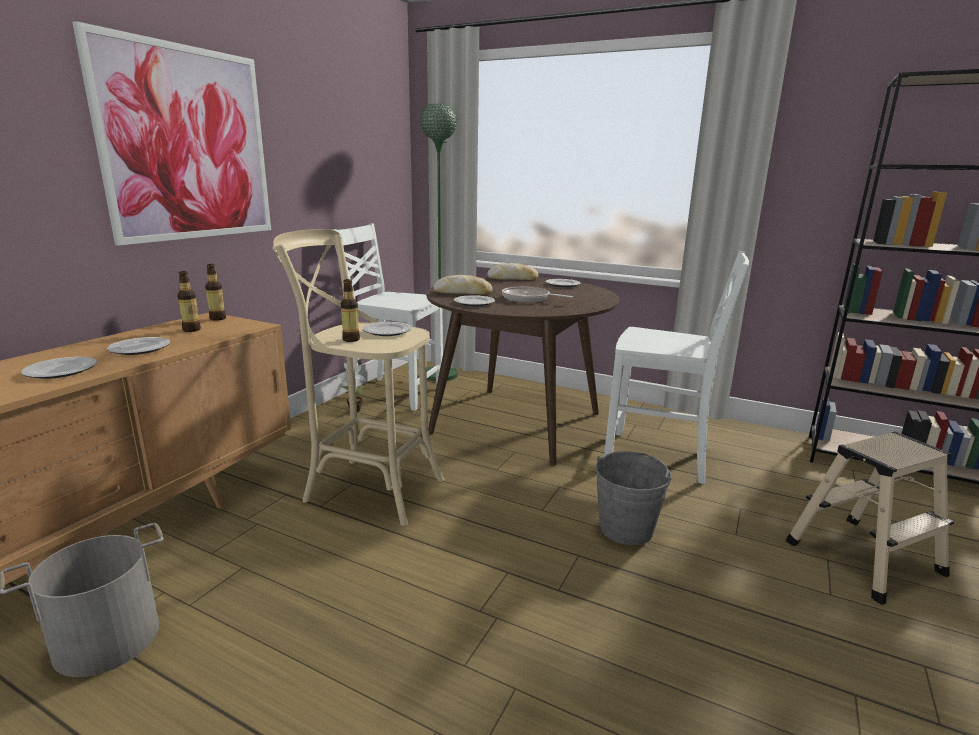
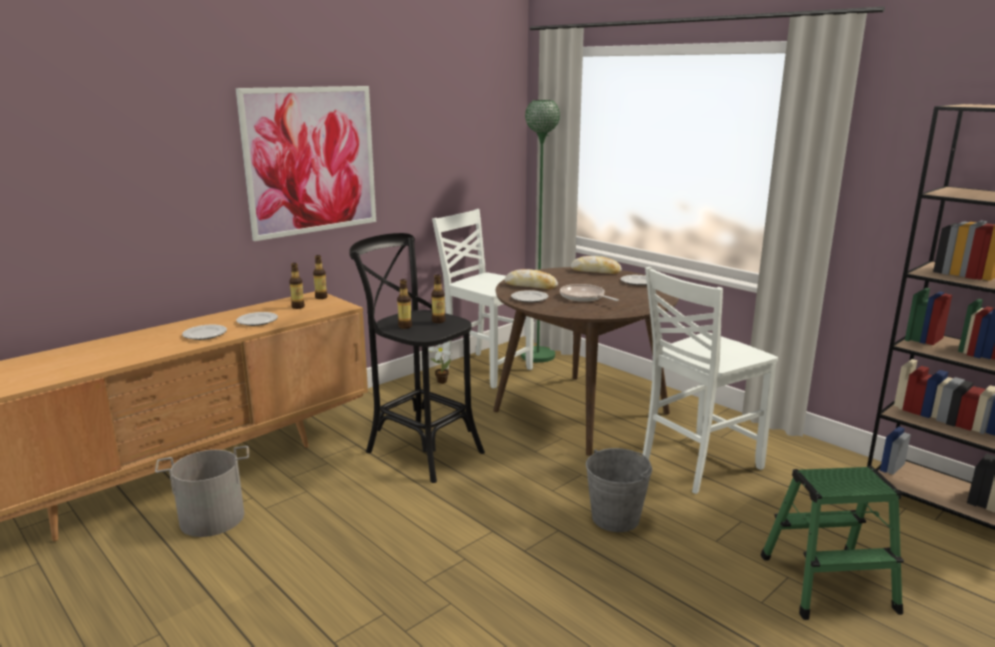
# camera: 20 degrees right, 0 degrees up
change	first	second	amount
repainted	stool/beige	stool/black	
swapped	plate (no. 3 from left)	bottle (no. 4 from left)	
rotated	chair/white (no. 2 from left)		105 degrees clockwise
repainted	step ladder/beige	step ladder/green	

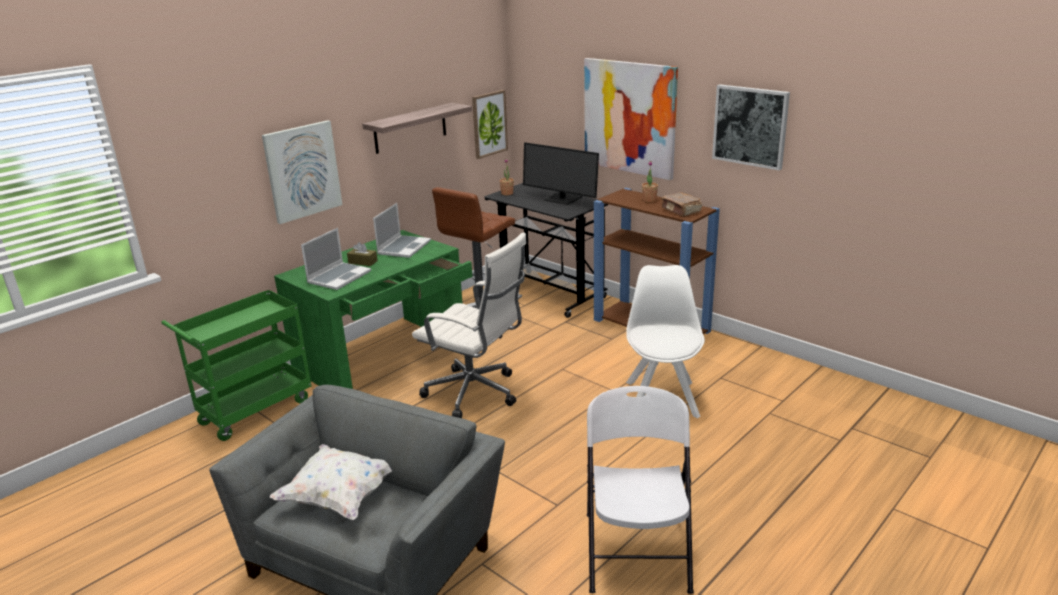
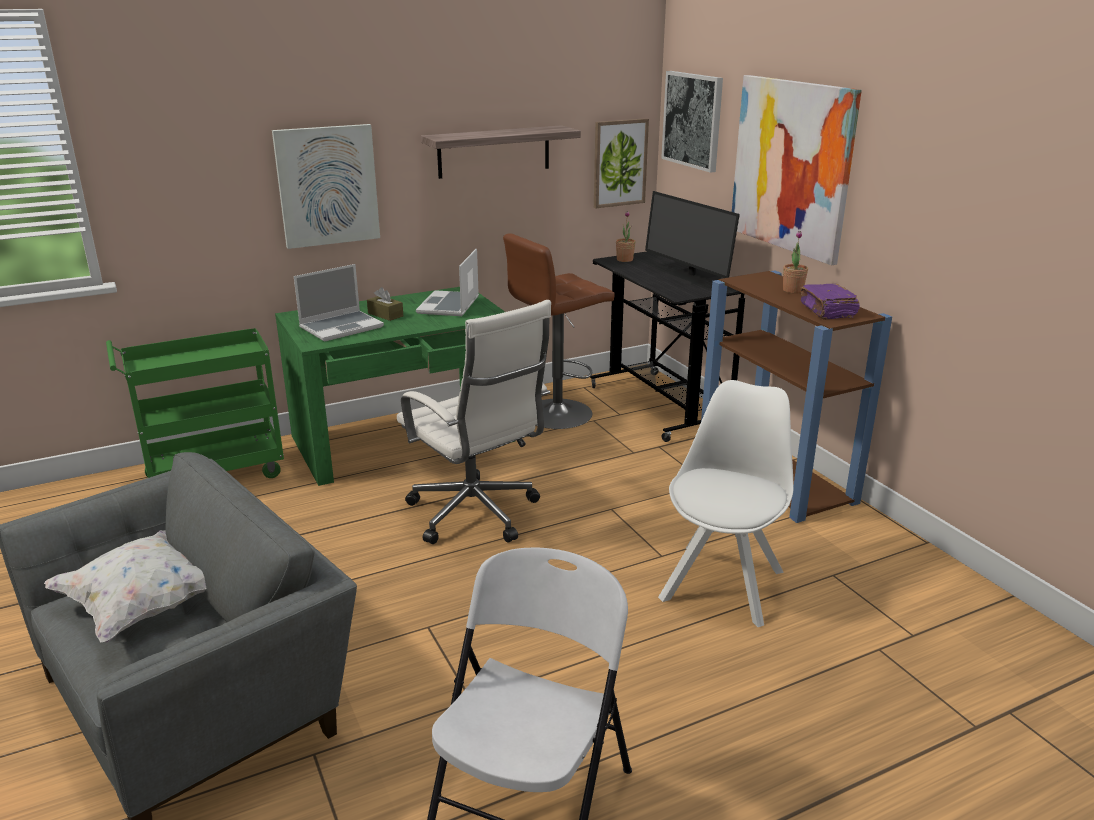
# camera: 20 degrees right, 0 degrees up
change	first	second	amount
rotated	laptop (no. 2 from left)		150 degrees clockwise
shifted	picture (no. 4 from left in the first image)	picture (no. 3 from left)	
repainted	book/brown	book/purple	

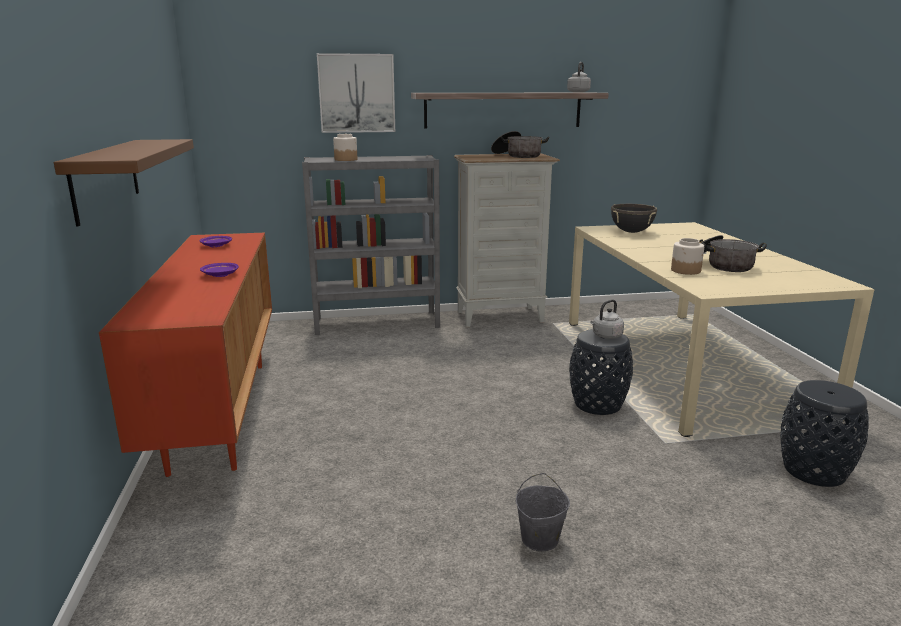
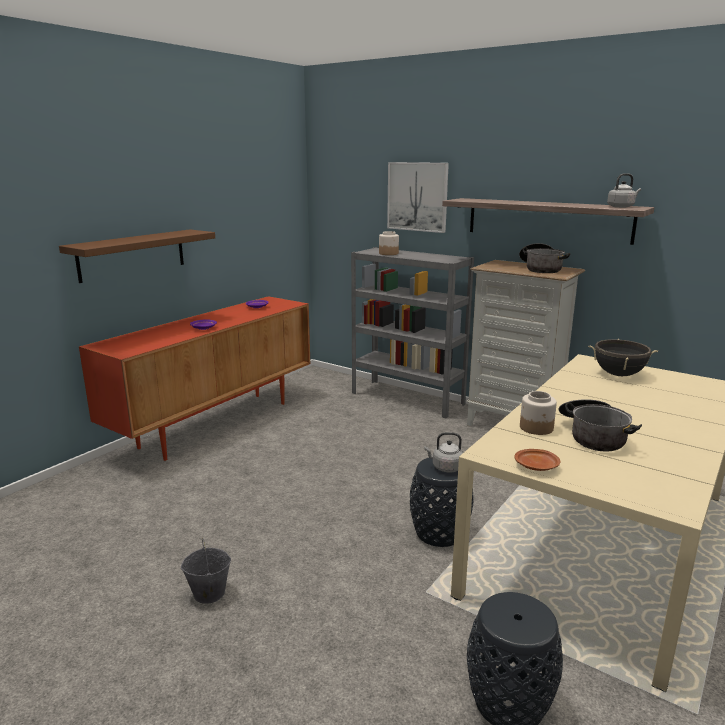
# camera: 45 degrees right, 0 degrees up
change	first	second	amount
new		plate/brown	

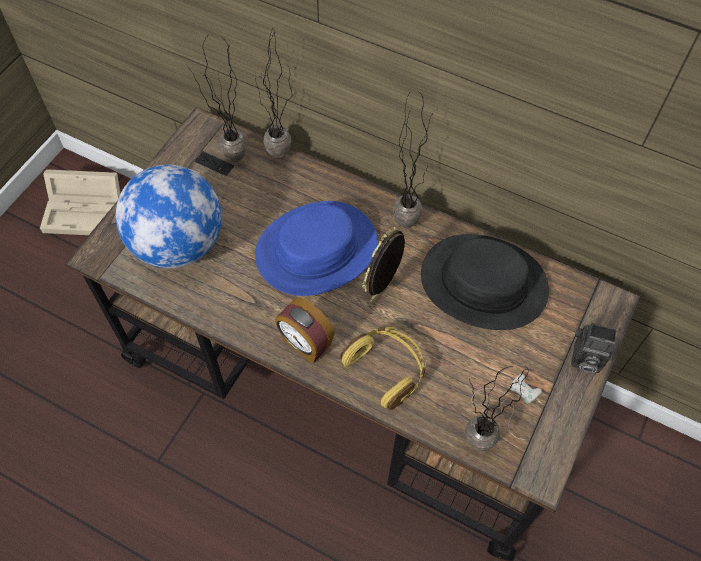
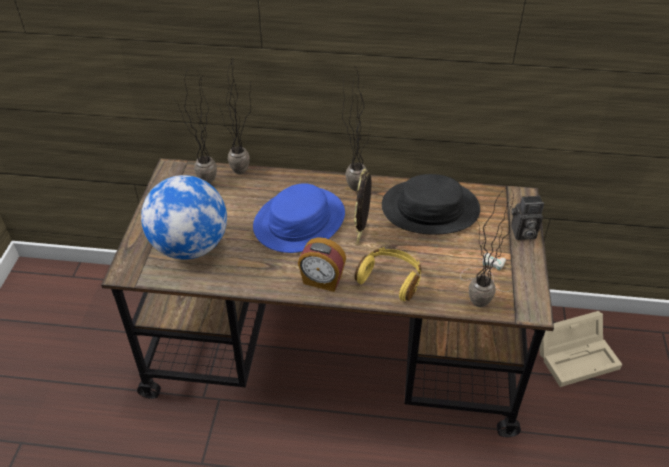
# camera: 20 degrees left, 15 degrees down
change	first	second	amount
shifted	storage box/beige		

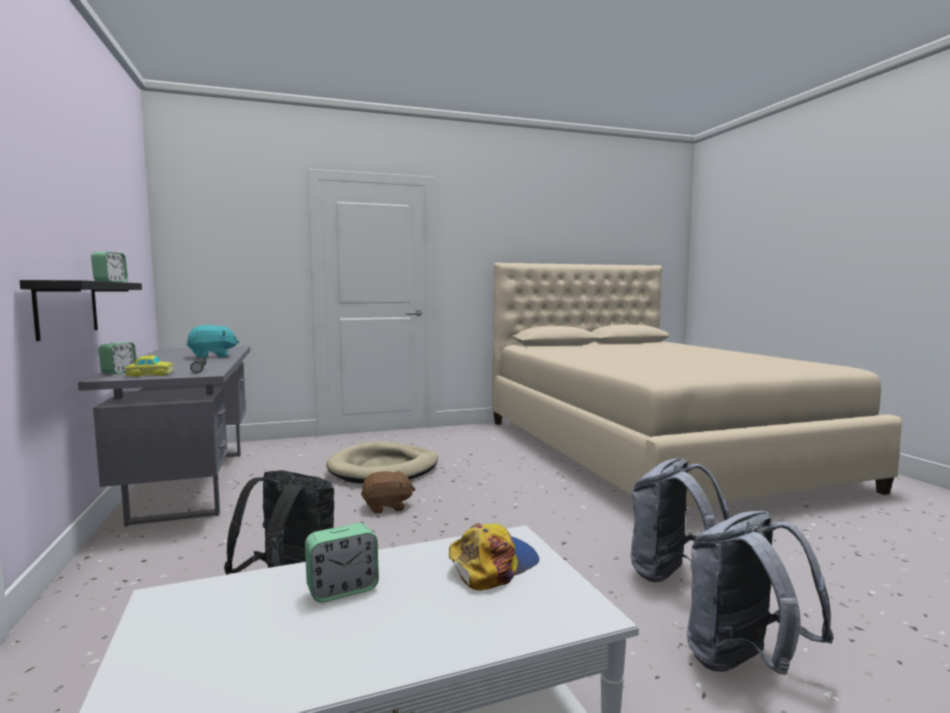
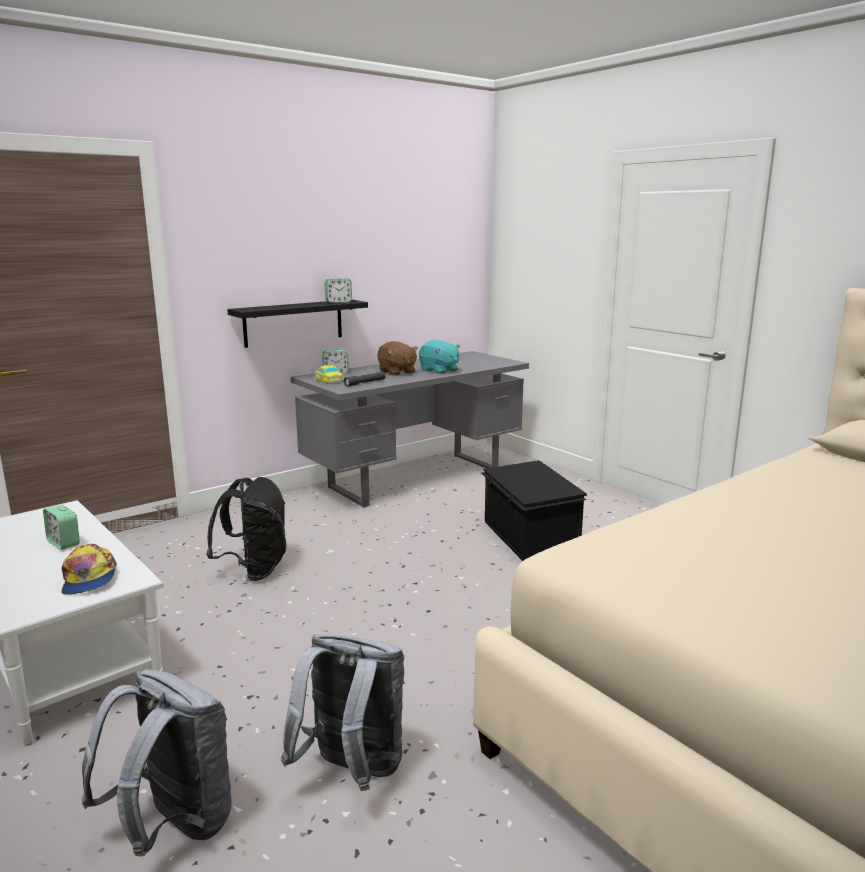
# camera: 70 degrees right, 10 degrees up
change	first	second	amount
rotated	cap		45 degrees clockwise
shifted	plush toy/brown		
swapped	dog bed/beige	storage box/black	

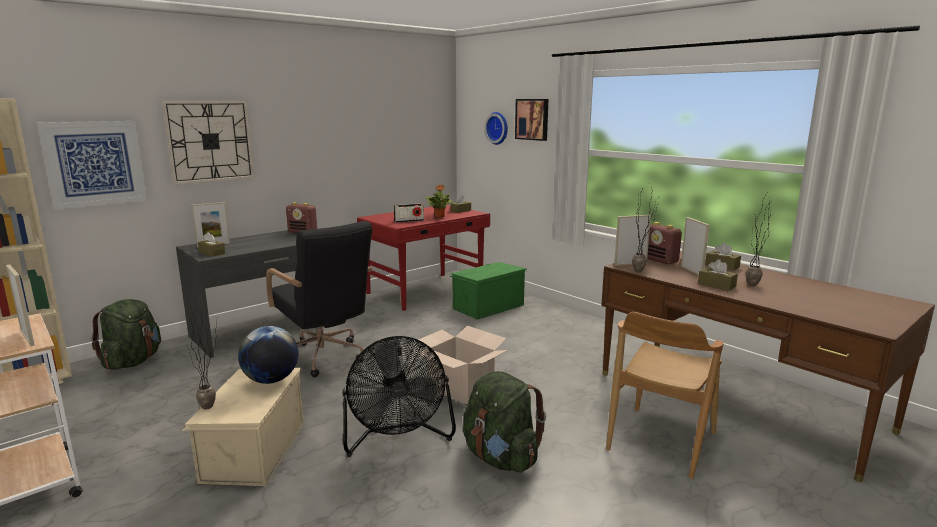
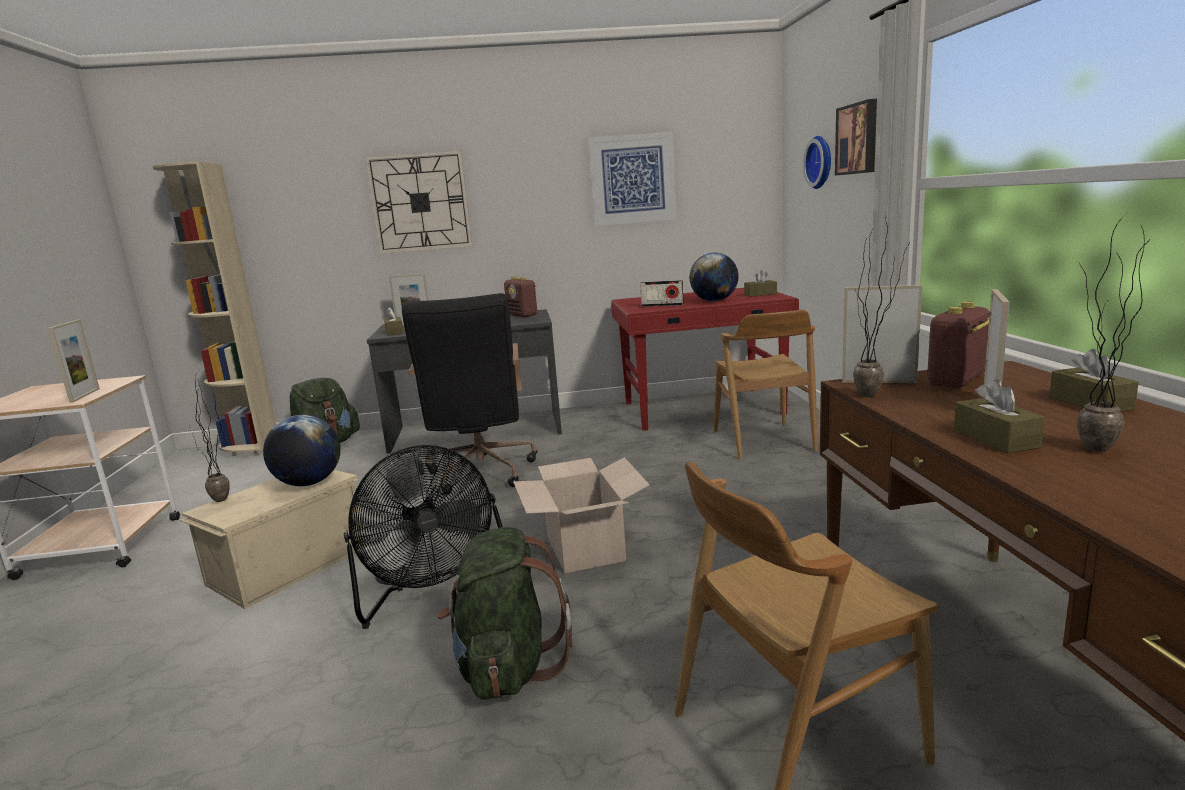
# camera: 35 degrees right, 0 degrees up
change	first	second	amount
rotated	fan/black		45 degrees counterclockwise
shifted	picture (no. 1 from left)		
swapped	potted plant (no. 2 from left)	globe (no. 2 from left)	
swapped	storage box/green	chair/brown (no. 1 from left)	
rotated	radio (no. 3 from left)		45 degrees clockwise

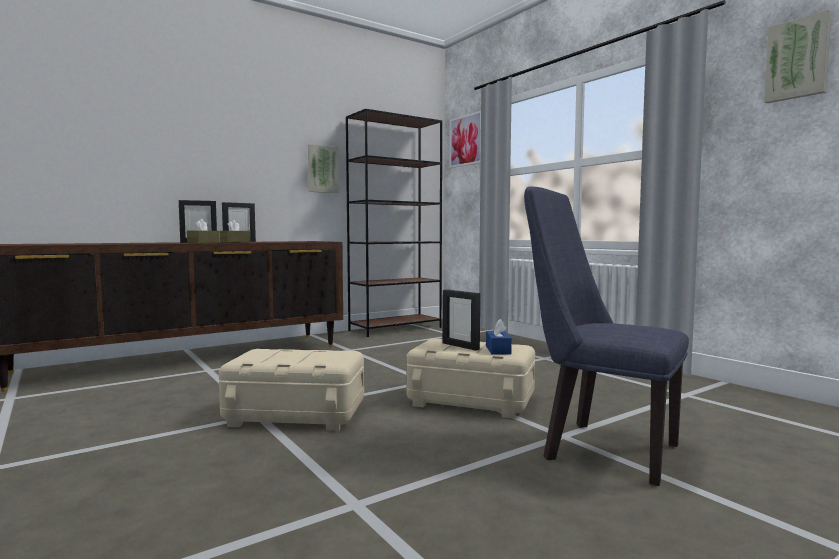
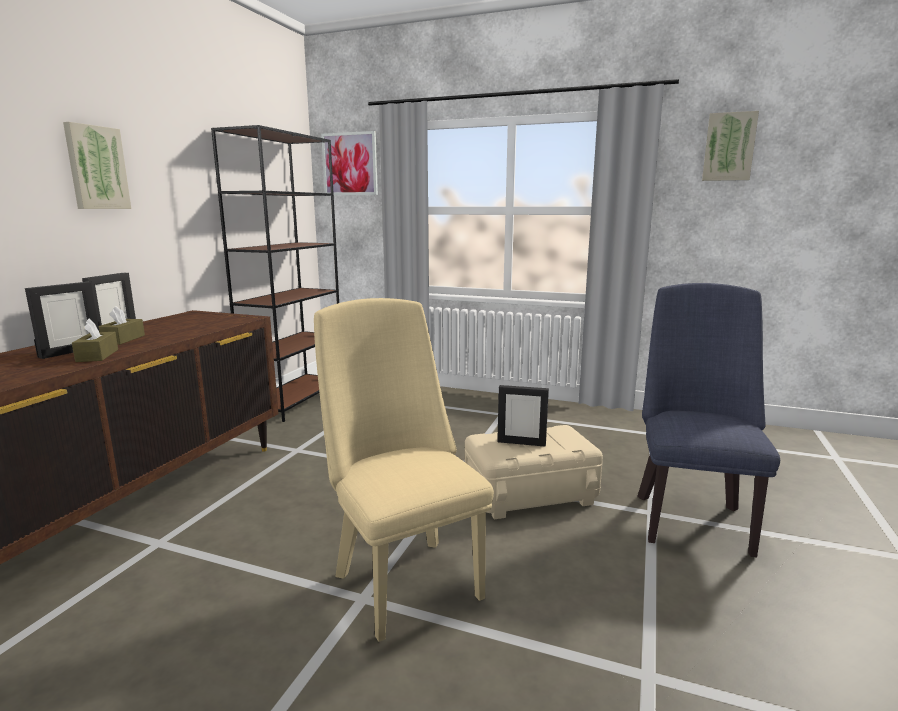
# camera: 35 degrees left, 10 degrees up
change	first	second	amount
shifted	picture (no. 1 from left)		
swapped	storage box/beige (no. 1 from left)	chair/beige	
rotated	chair/blue		105 degrees clockwise
gone	tissue box/blue		

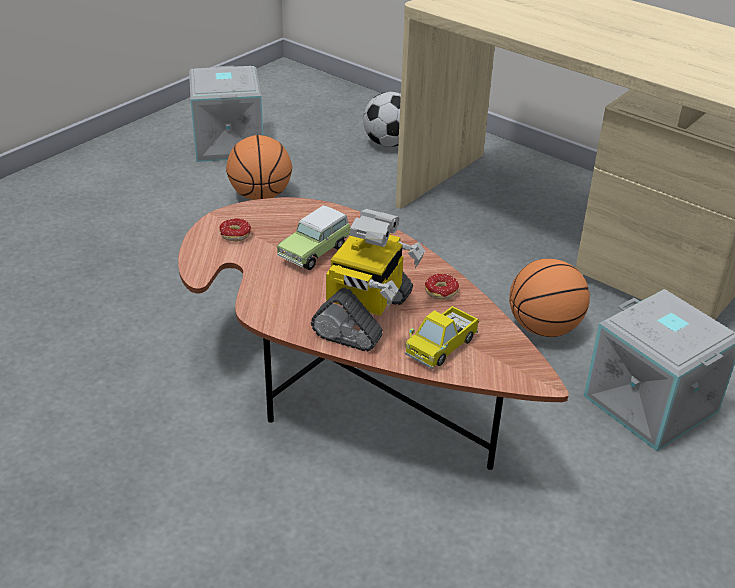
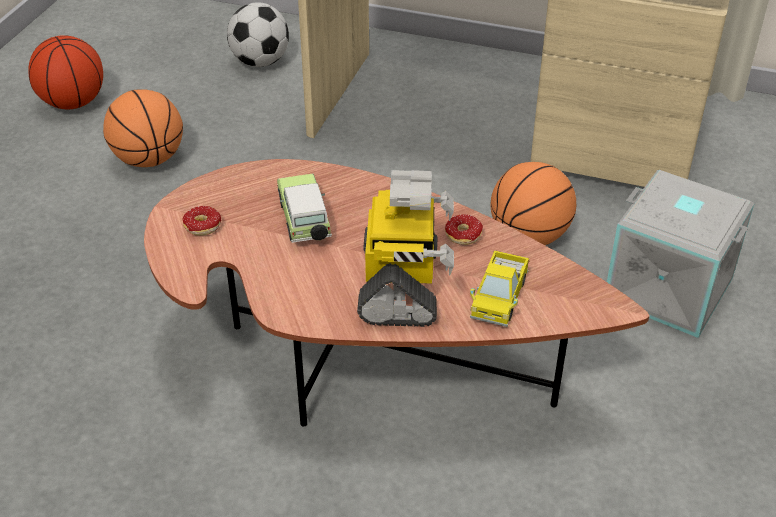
# camera: 20 degrees left, 5 degrees up
change	first	second	amount
swapped	storage box/grey (no. 1 from left)	basketball (no. 1 from left)	
rotated	toy car		150 degrees clockwise

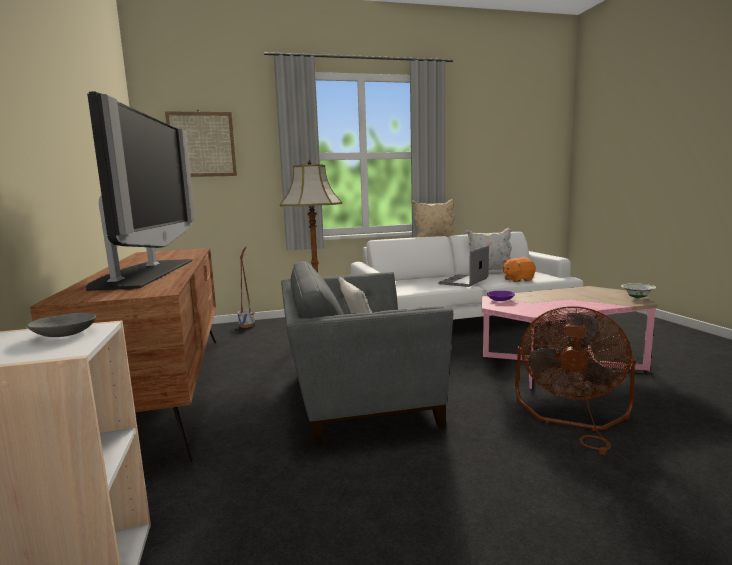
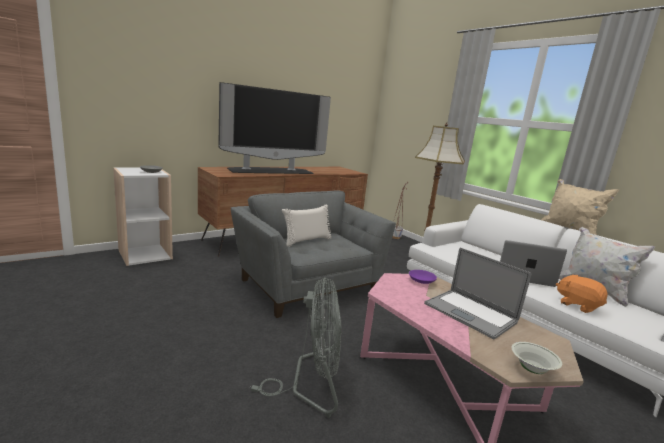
# camera: 65 degrees right, 5 degrees up
change	first	second	amount
repainted	fan/brown	fan/grey	
new		laptop (no. 1 from left)	
gone	picture		

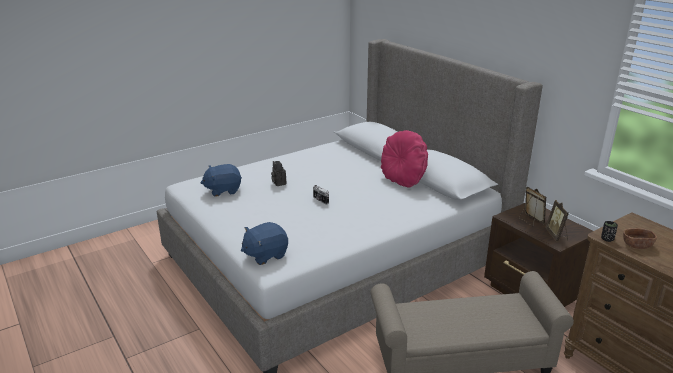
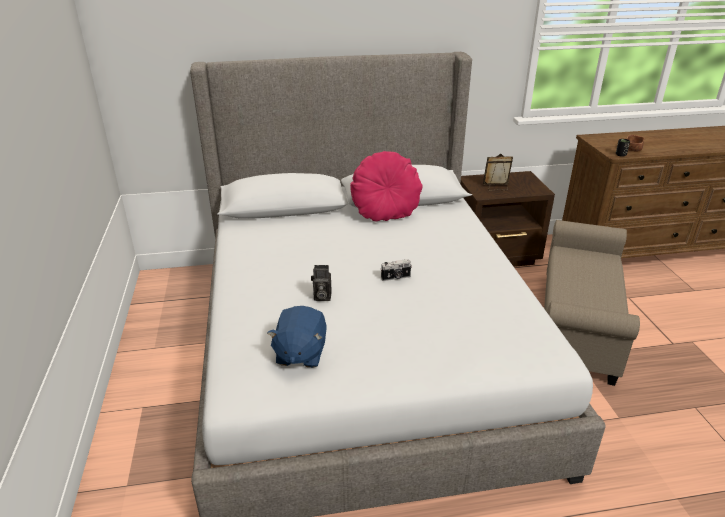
# camera: 65 degrees left, 5 degrees up
change	first	second	amount
gone	plush toy/blue (no. 2 from left)		
gone	picture frame (no. 2 from left)		

